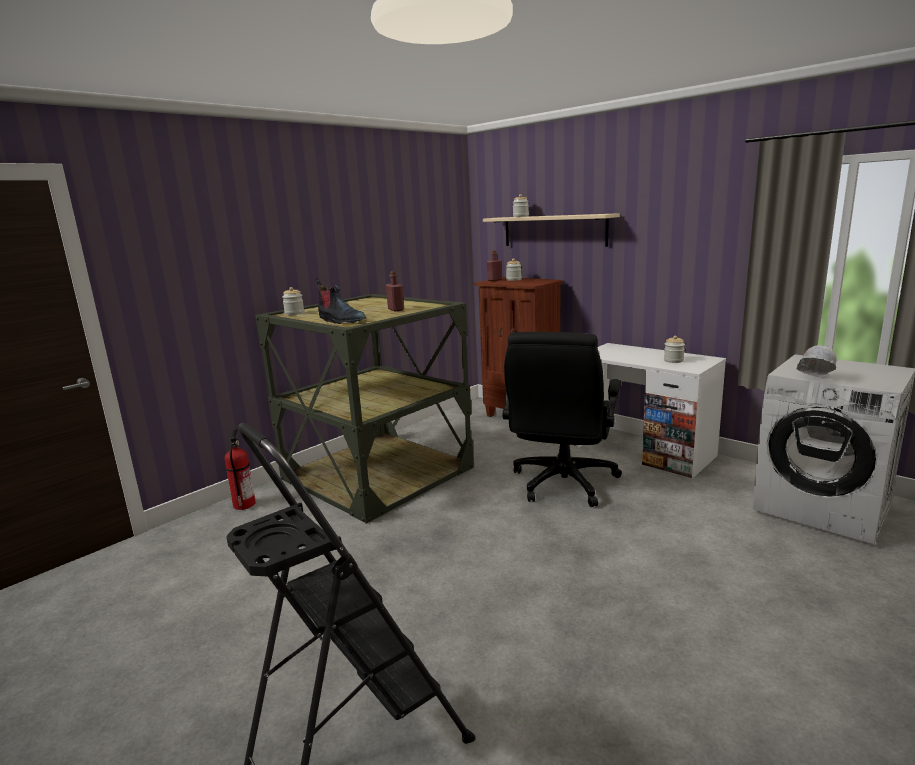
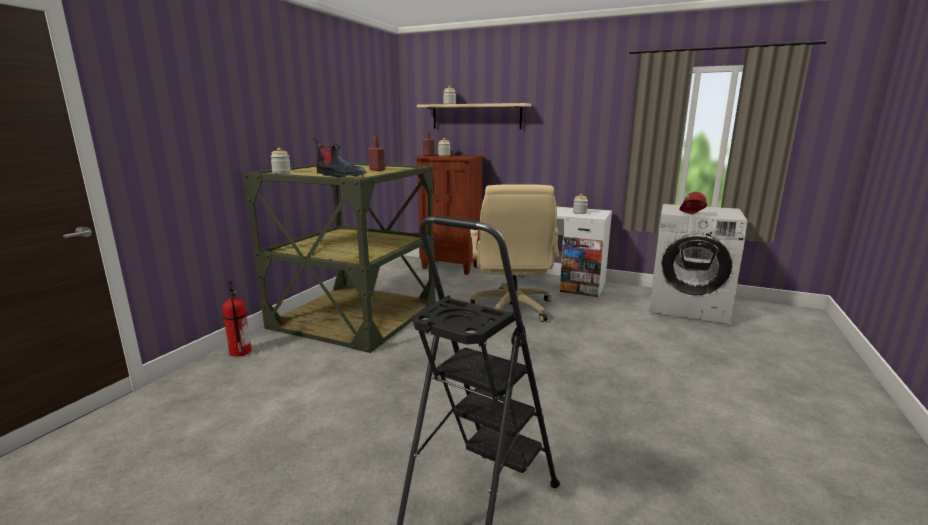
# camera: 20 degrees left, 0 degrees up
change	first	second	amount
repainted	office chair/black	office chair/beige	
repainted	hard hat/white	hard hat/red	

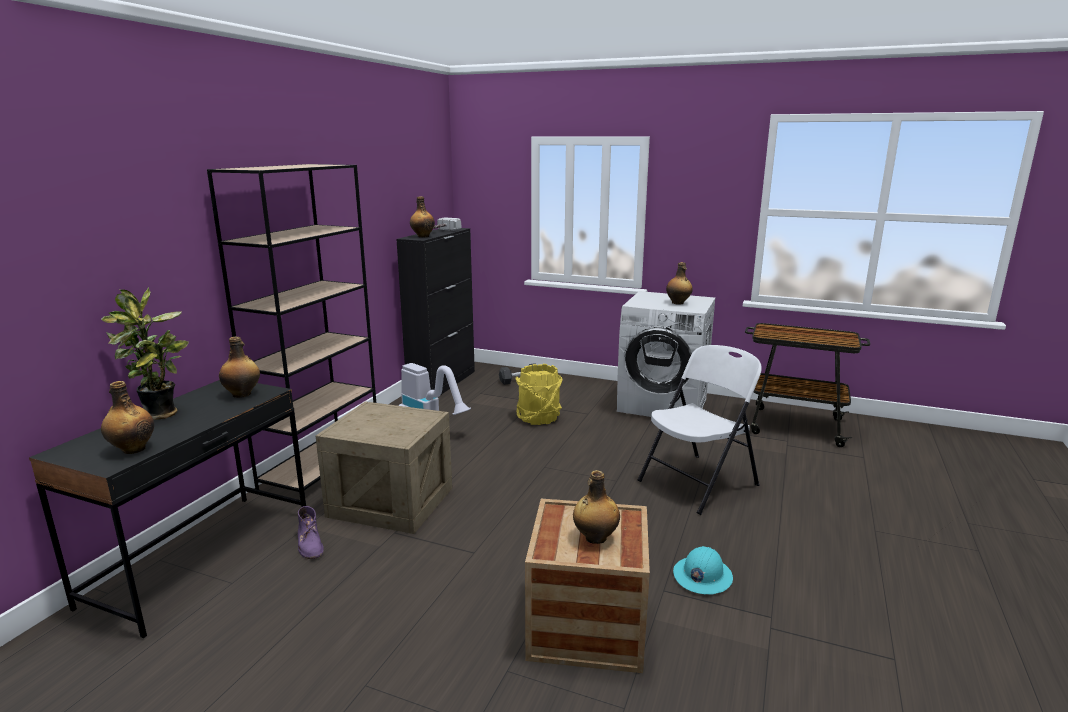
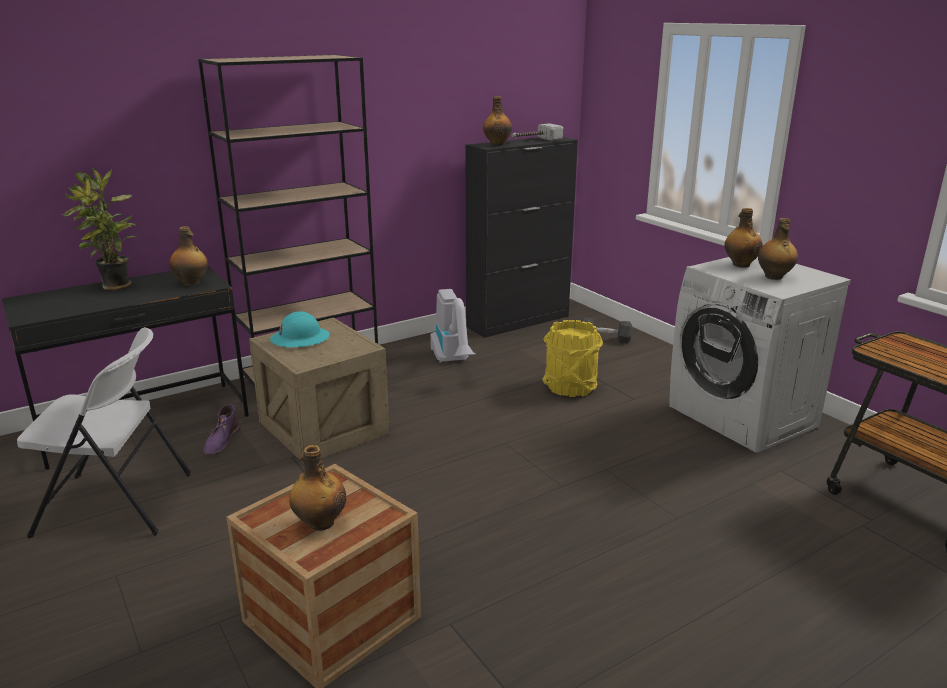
# camera: 35 degrees right, 5 degrees up
change	first	second	amount
shifted	chair/white		
shifted	hard hat/turquoise		
shifted	bottle (no. 1 from left in the first image)	bottle (no. 4 from left)	

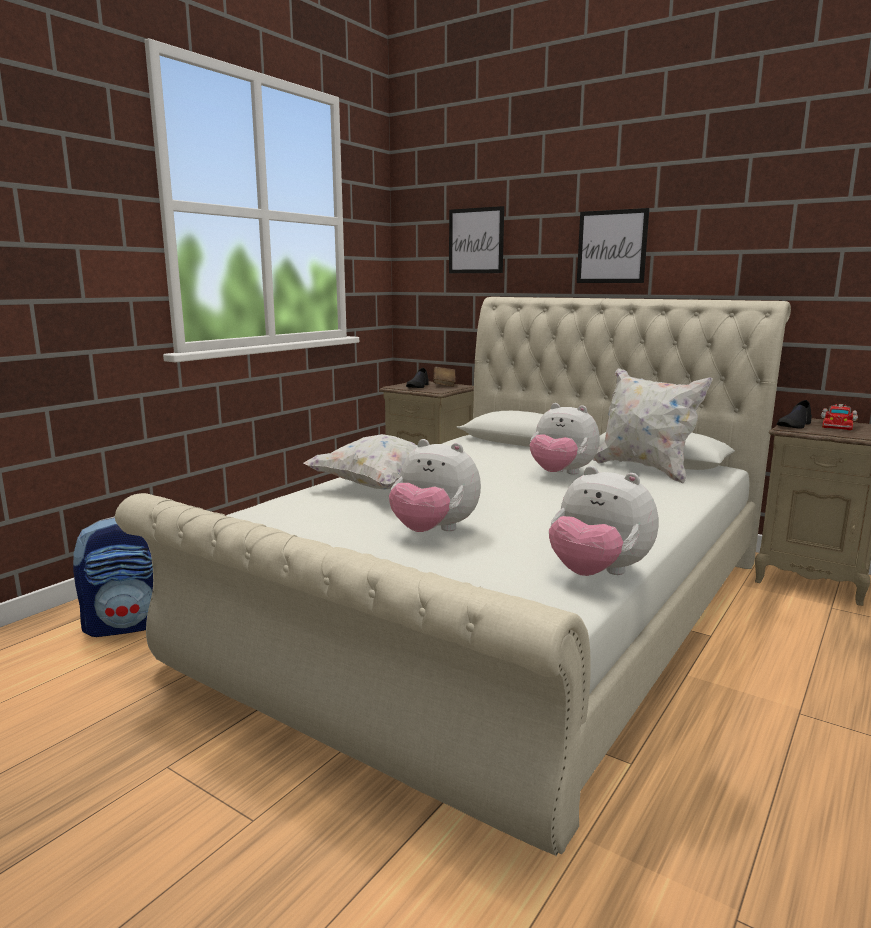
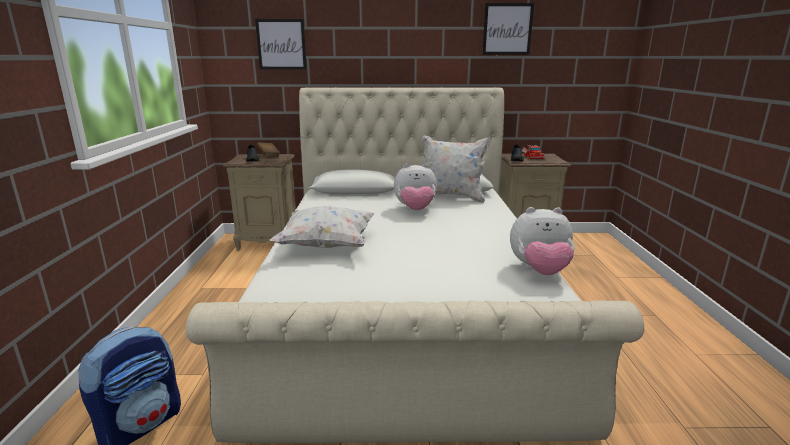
# camera: 35 degrees left, 5 degrees up
change	first	second	amount
shifted	picture (no. 2 from left)		
gone	plush toy (no. 1 from left)		

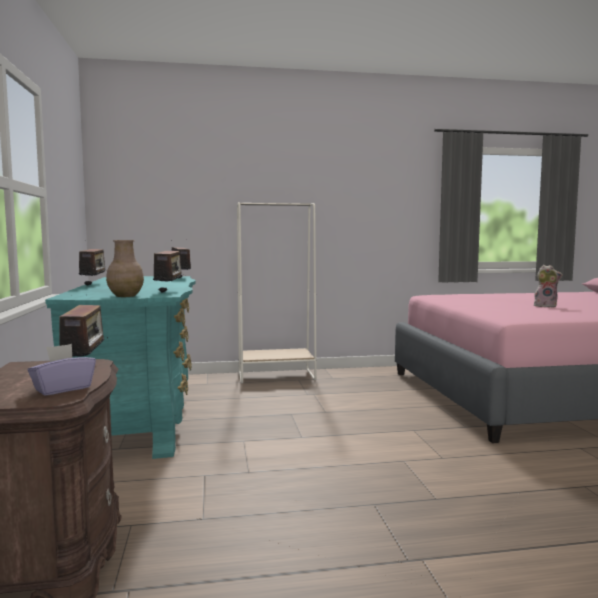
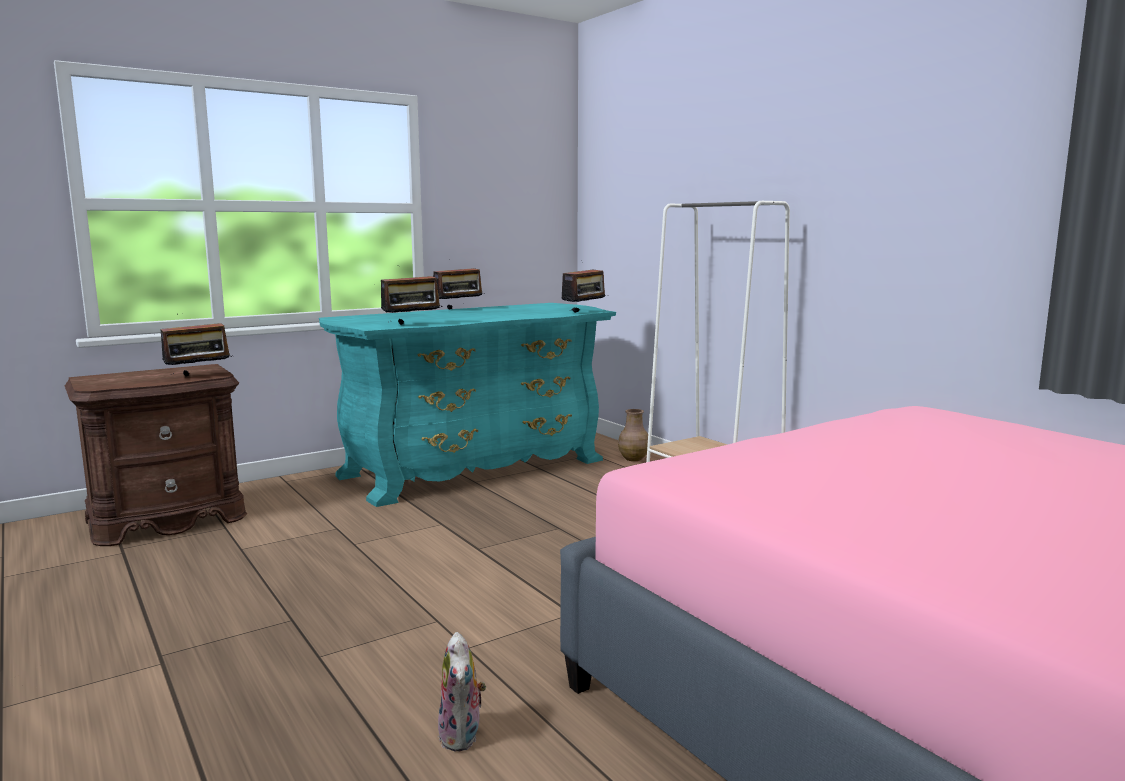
# camera: 65 degrees right, 5 degrees up
change	first	second	amount
shifted	plush toy		
shifted	vase/brown		
gone	tissue box/purple		

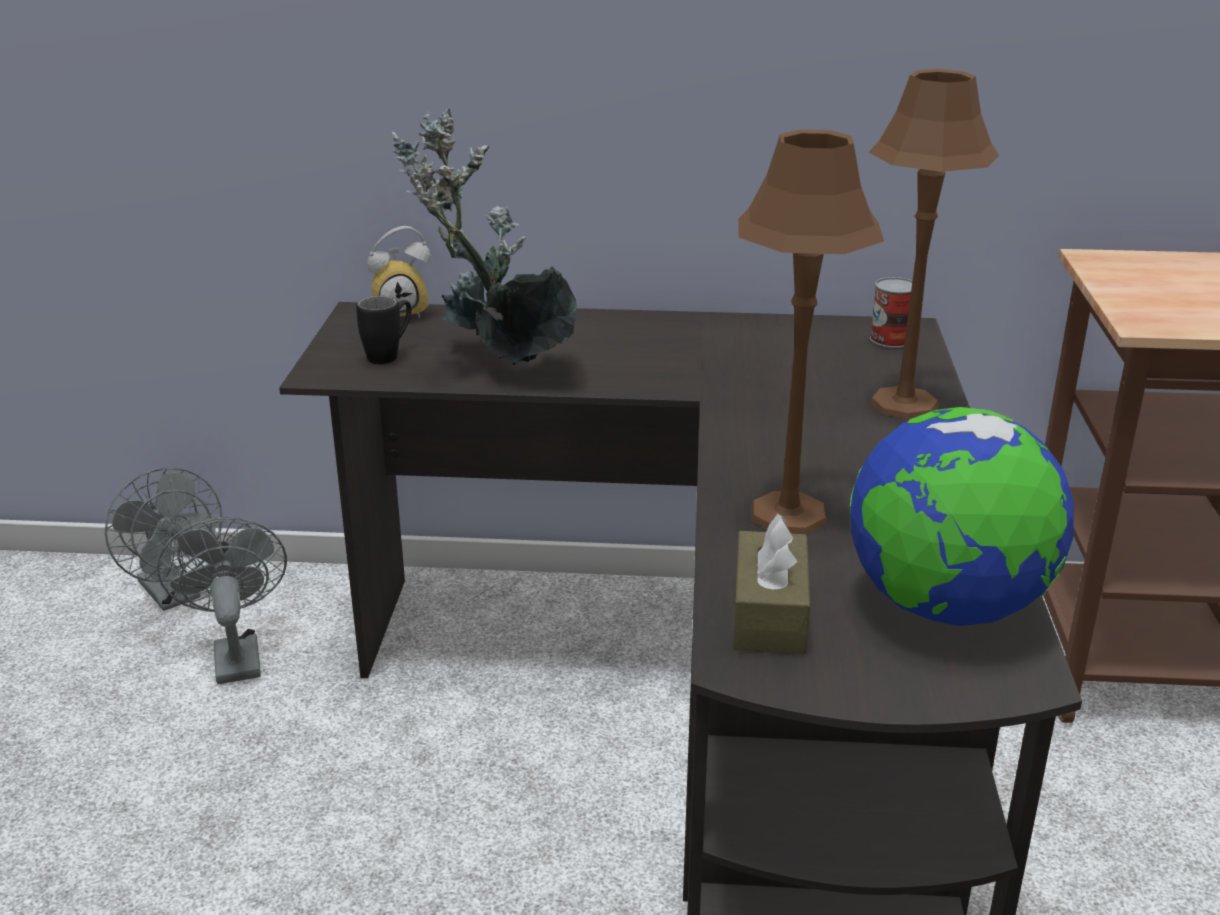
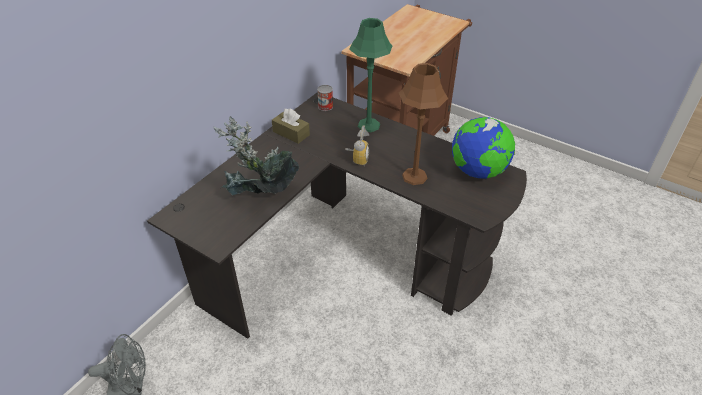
# camera: 60 degrees left, 15 degrees up
change	first	second	amount
shifted	tissue box/brown		
shifted	alarm clock		
repainted	table lamp/brown (no. 2 from left)	table lamp/green	
gone	fan/grey (no. 2 from left)		
gone	mug/black		

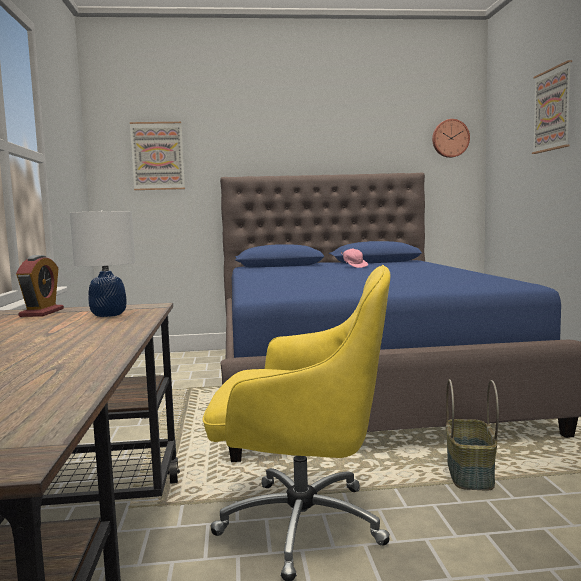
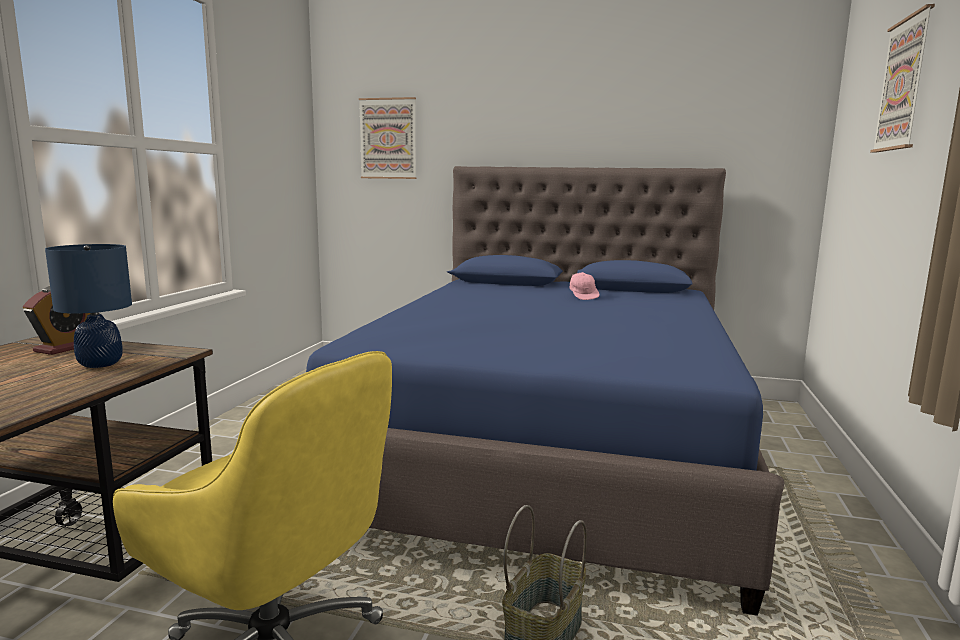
# camera: 20 degrees right, 5 degrees up
change	first	second	amount
repainted	table lamp/white	table lamp/blue	
gone	wall clock		

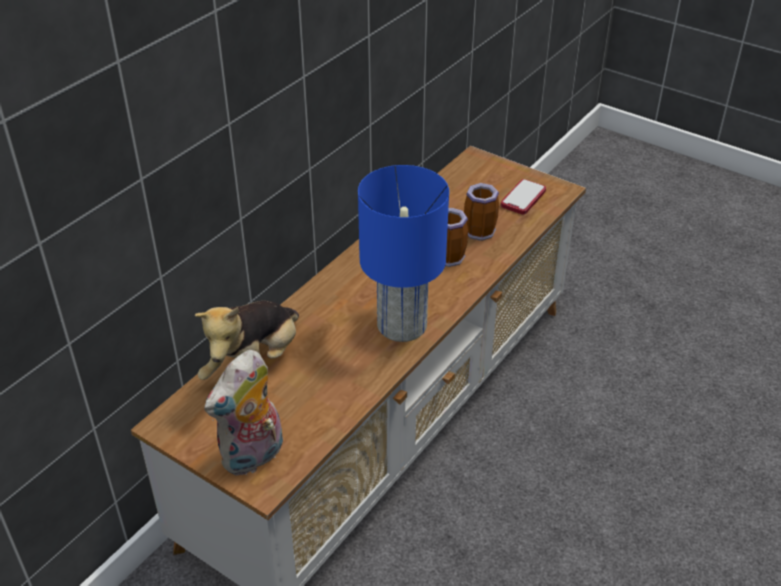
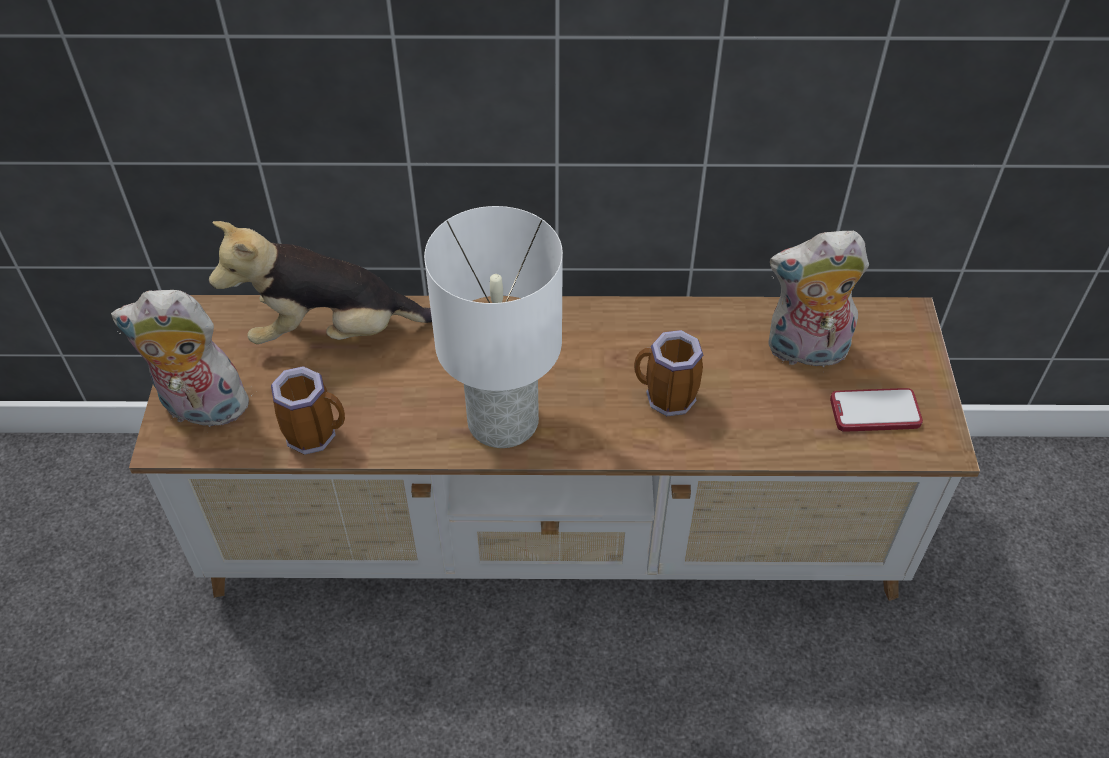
# camera: 55 degrees right, 10 degrees up
change	first	second	amount
shifted	mug (no. 2 from left in the first image)	mug (no. 1 from left)	
repainted	table lamp/blue	table lamp/white	
new		plush toy (no. 3 from left)	

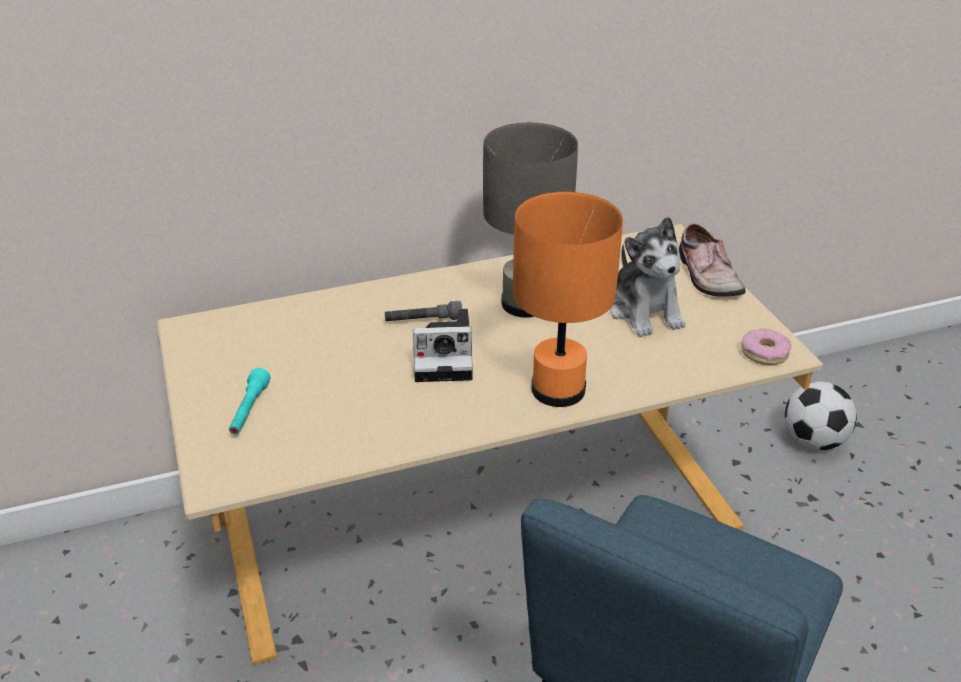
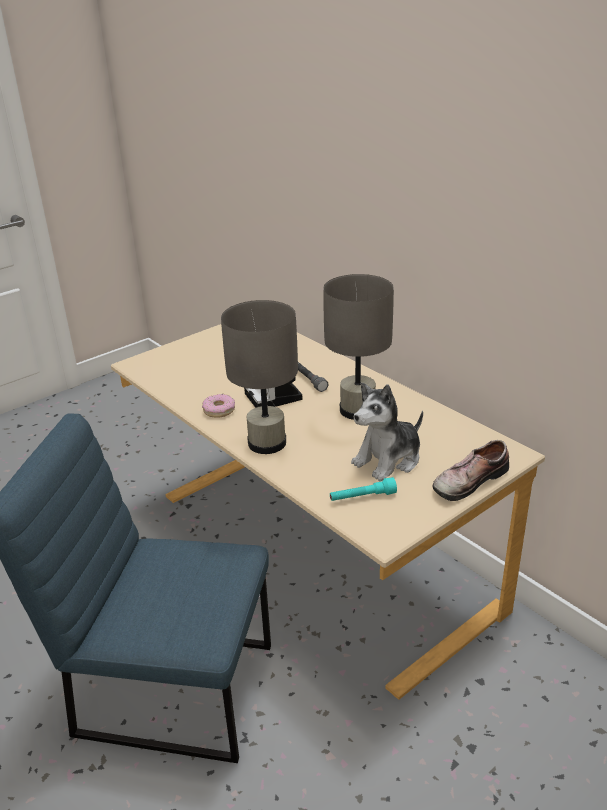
# camera: 70 degrees right, 5 degrees down
change	first	second	amount
shifted	donut		
repainted	table lamp/orange	table lamp/grey (no. 1 from left)	
shifted	flashlight/turquoise		
gone	football		

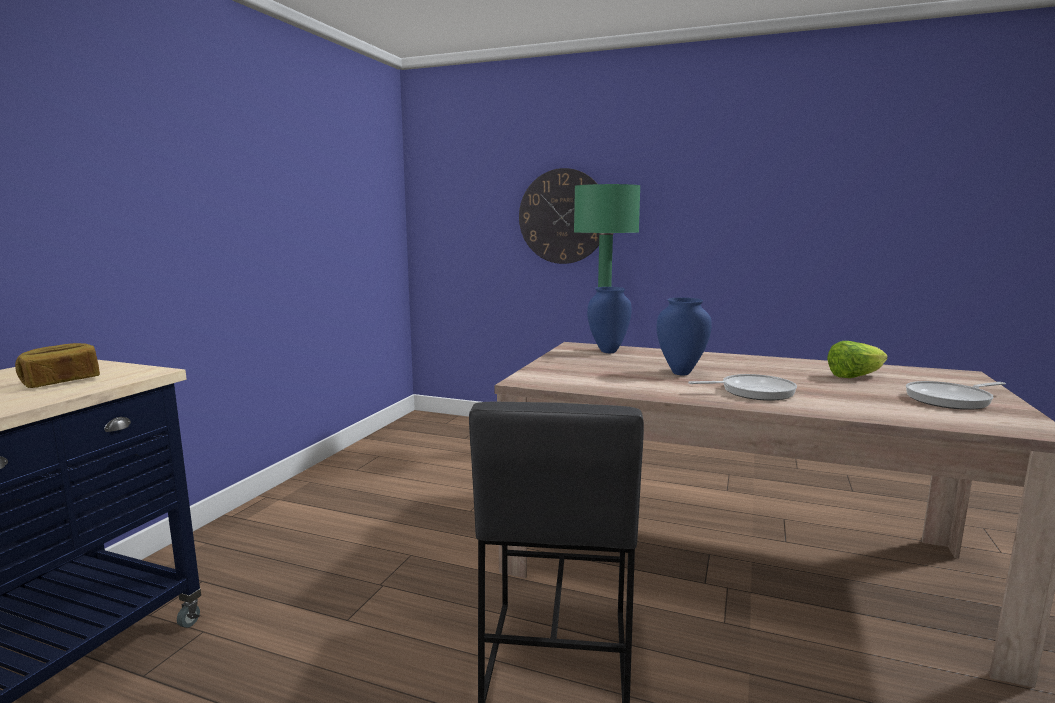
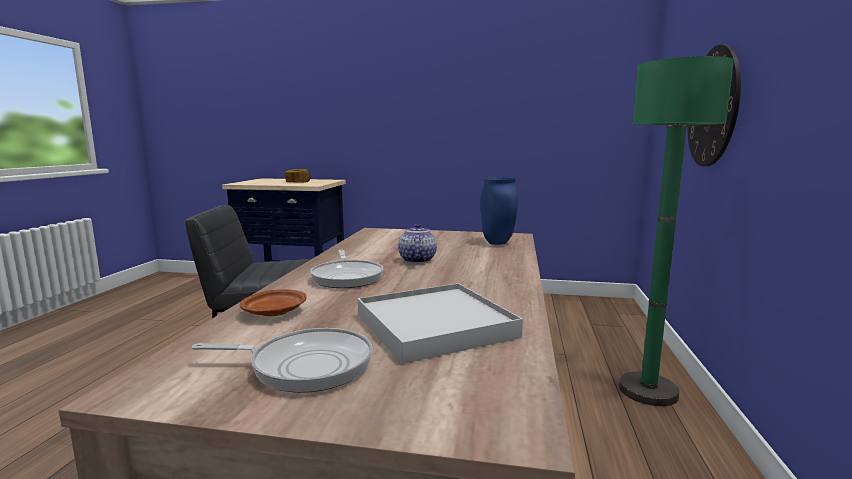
# camera: 80 degrees right, 0 degrees up
change	first	second	amount
rotated	frying pan (no. 2 from left in the first image)	frying pan (no. 1 from left)	120 degrees clockwise
new		plate/brown	
swapped	lettuce	tray/white	
swapped	vase/blue (no. 2 from left)	teapot	

